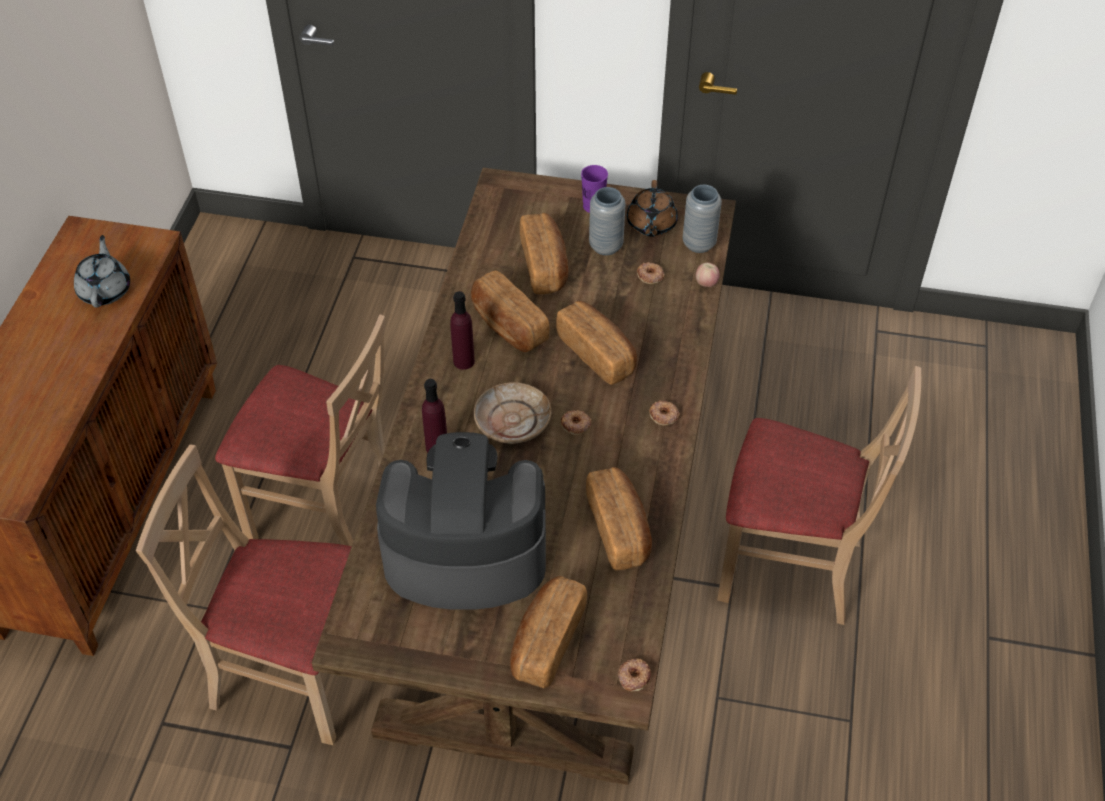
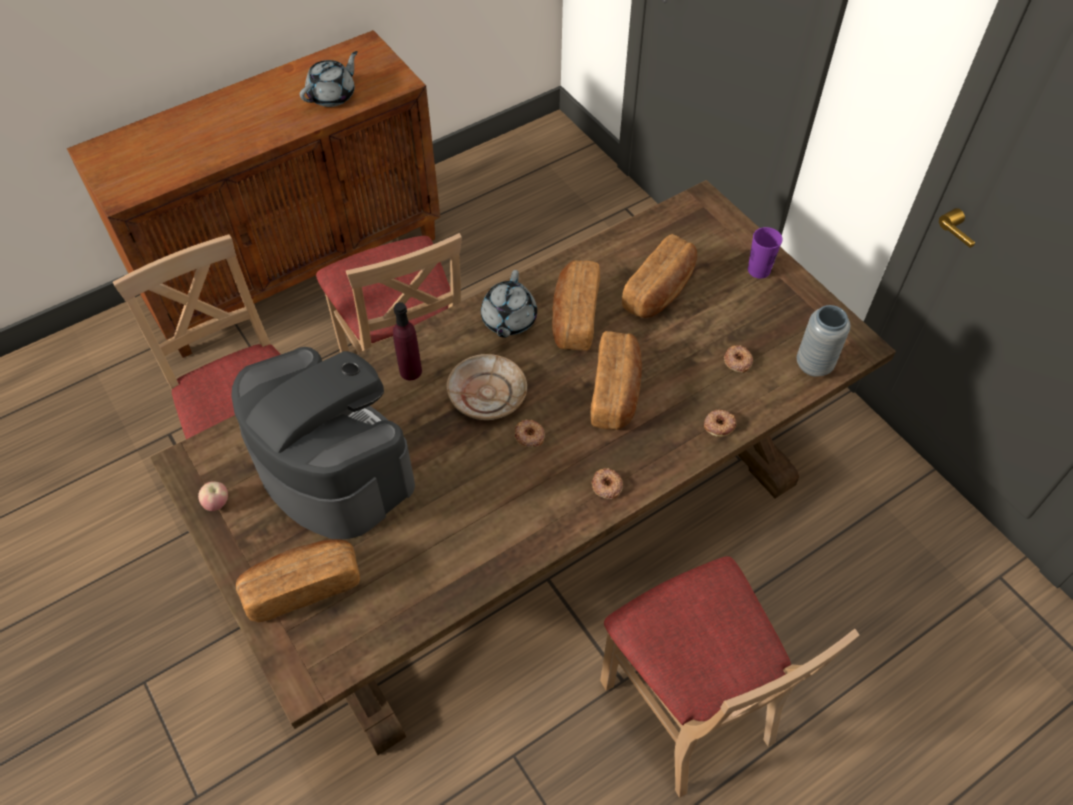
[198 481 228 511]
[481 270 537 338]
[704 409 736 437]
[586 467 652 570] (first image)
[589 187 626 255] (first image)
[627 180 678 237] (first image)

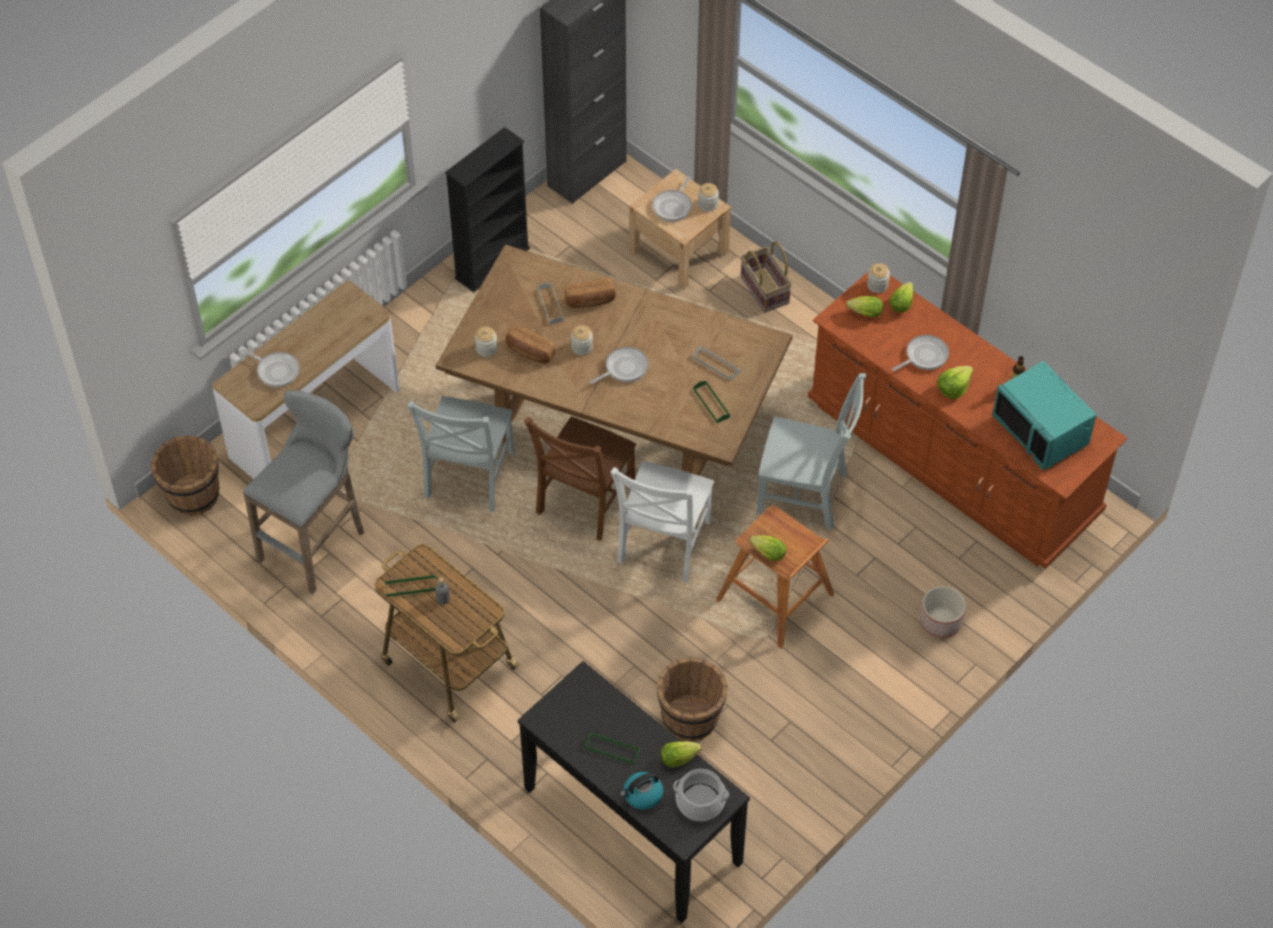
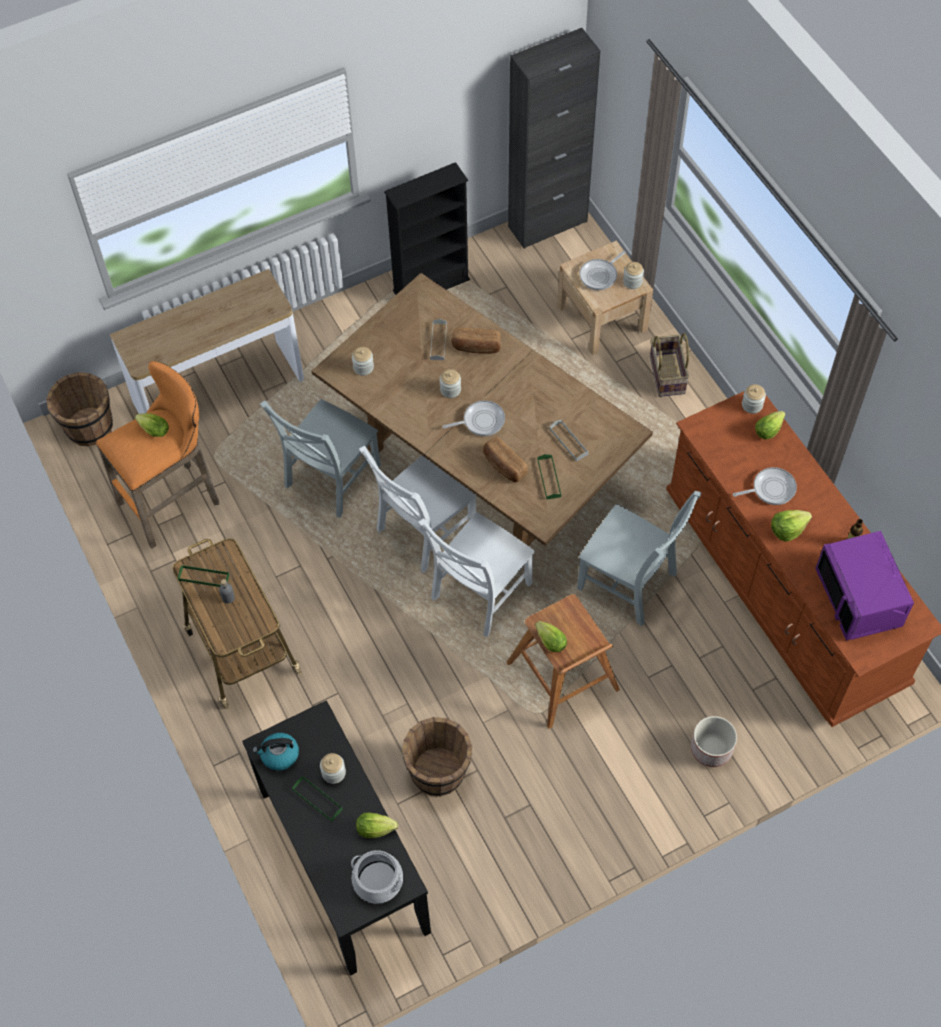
[96 361 219 549]
[135 413 169 437]
[252 733 299 771]
[320 753 346 784]
[359 446 477 573]
[483 437 528 482]
[815 531 914 641]
[242 349 299 387] (first image)

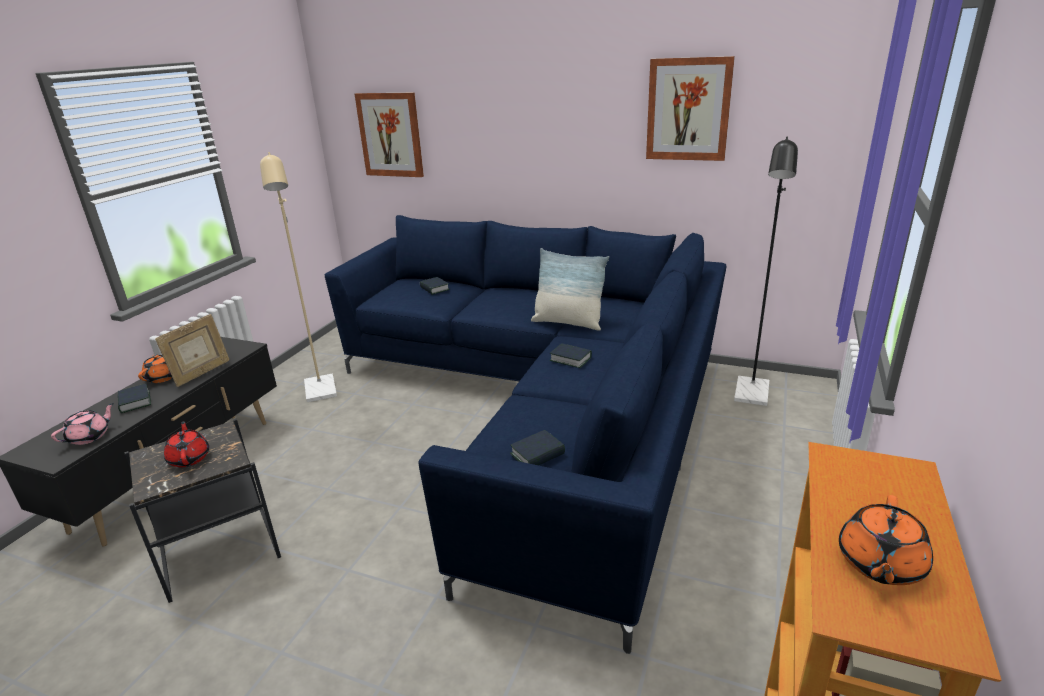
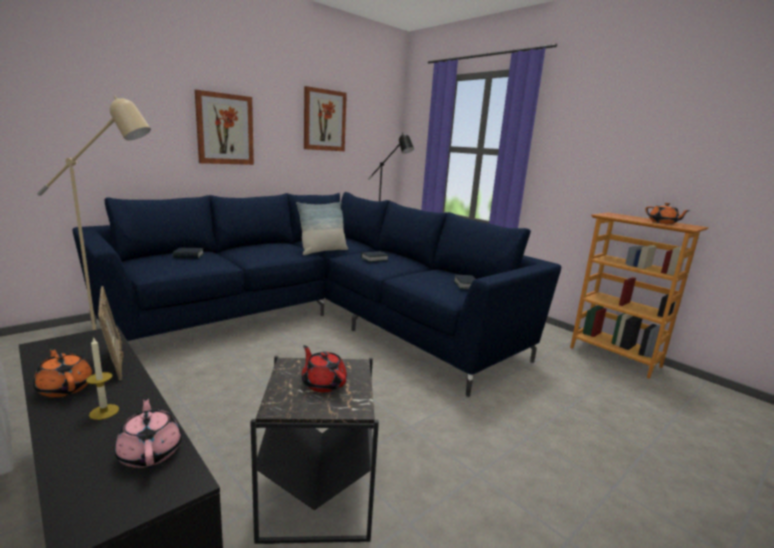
[86 337 119 420]
[195 90 254 165]
[301 345 347 392]

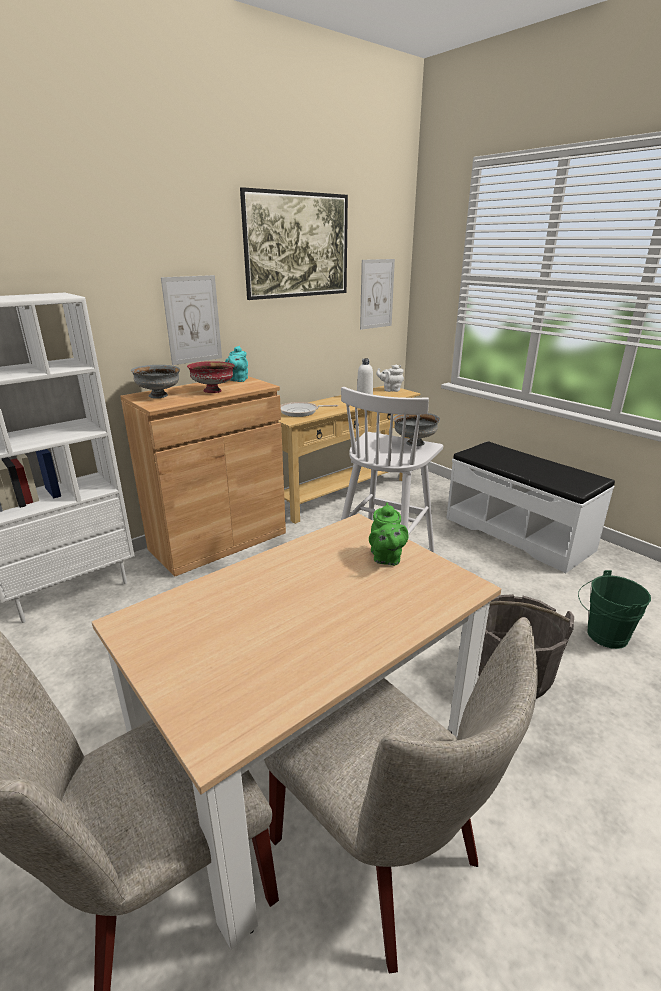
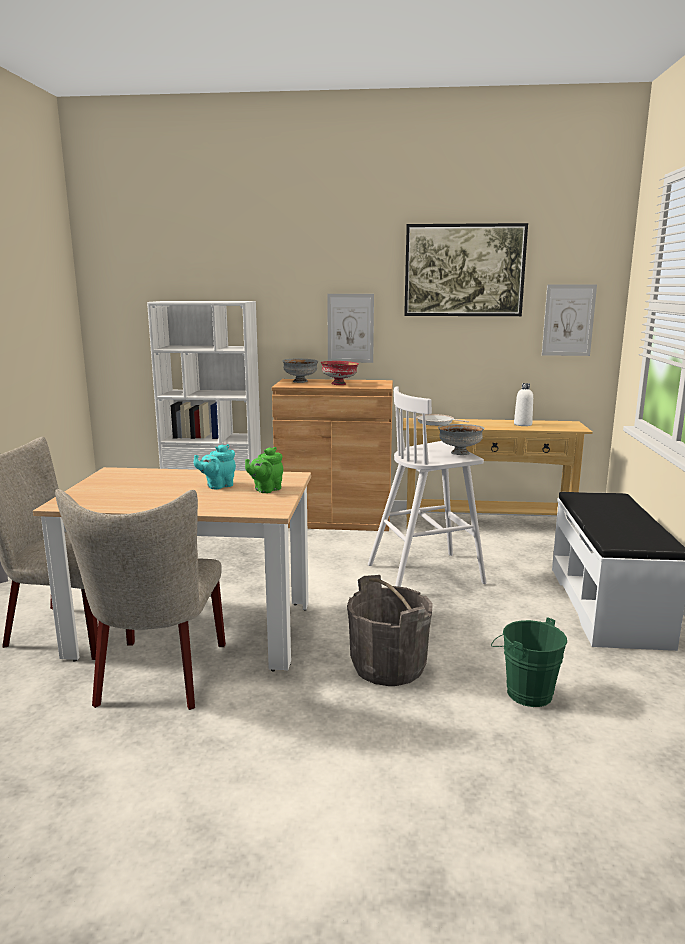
[194 444 236 489]
[376 365 404 392] (first image)

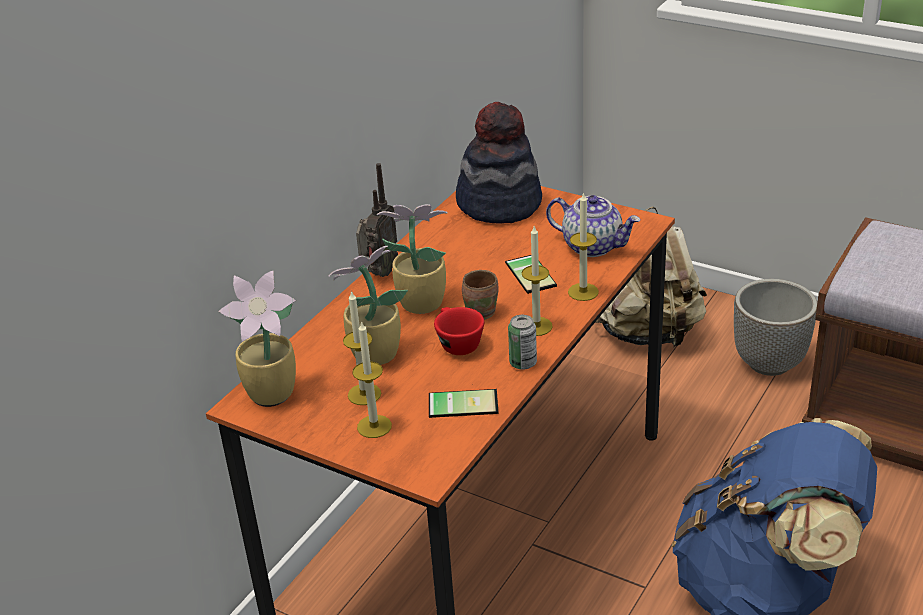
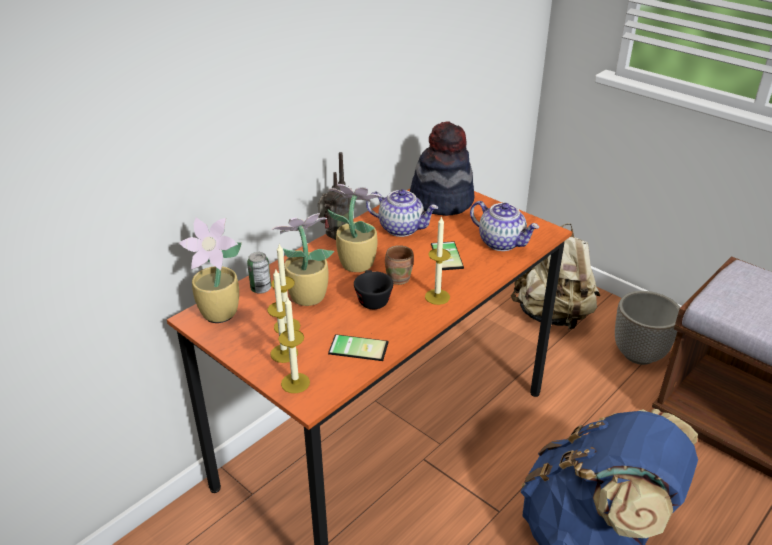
[247 252 271 294]
[278 296 310 393]
[354 270 393 309]
[366 189 438 237]

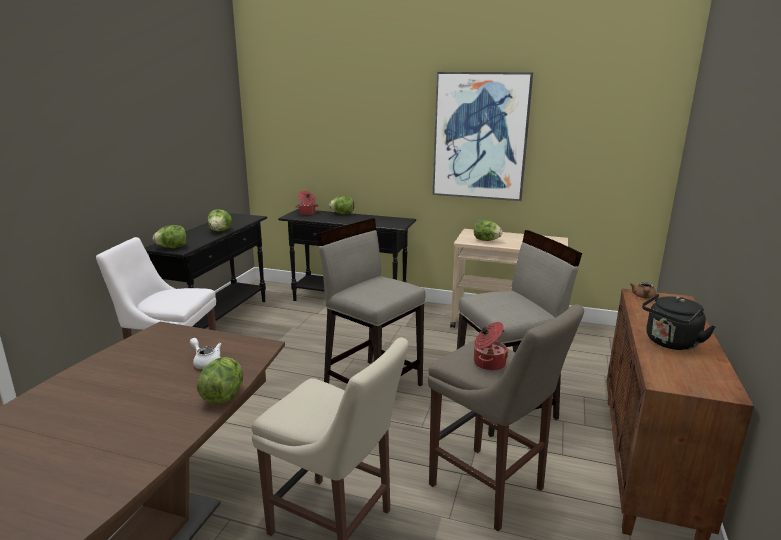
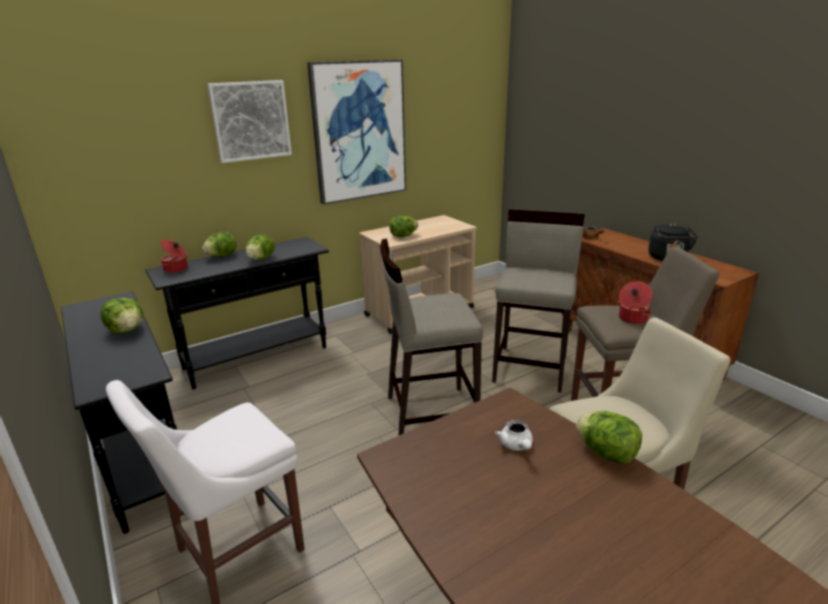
[207 80 292 163]
[246 234 275 260]
[495 420 533 451]

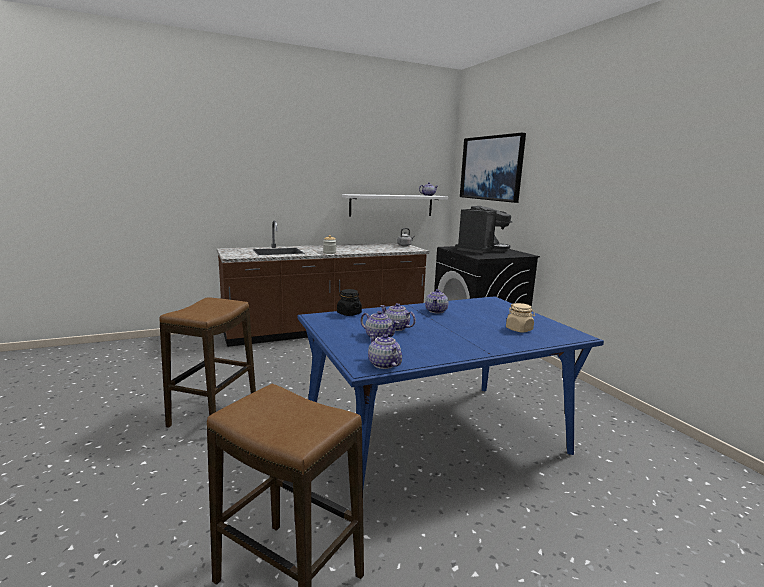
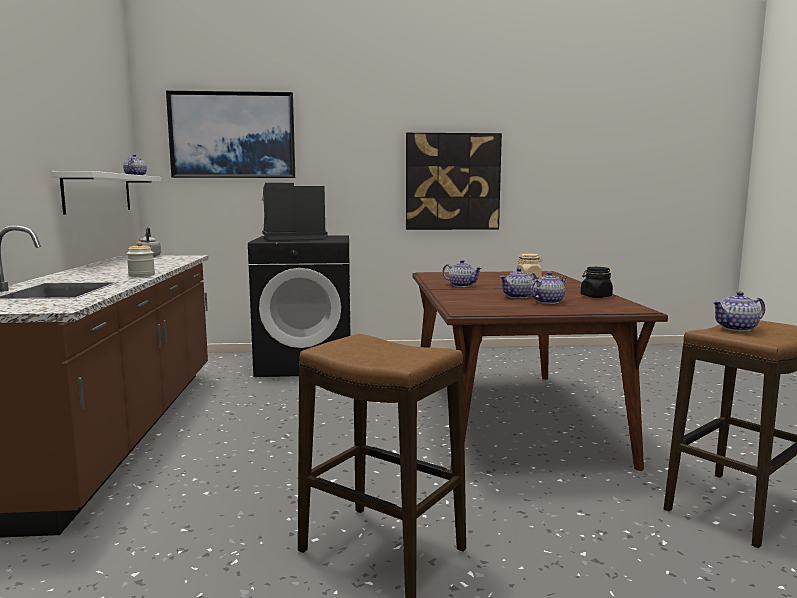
[262 183 328 240]
[406 133 502 230]
[412 271 668 471]
[581 267 613 298]
[712 291 765 331]

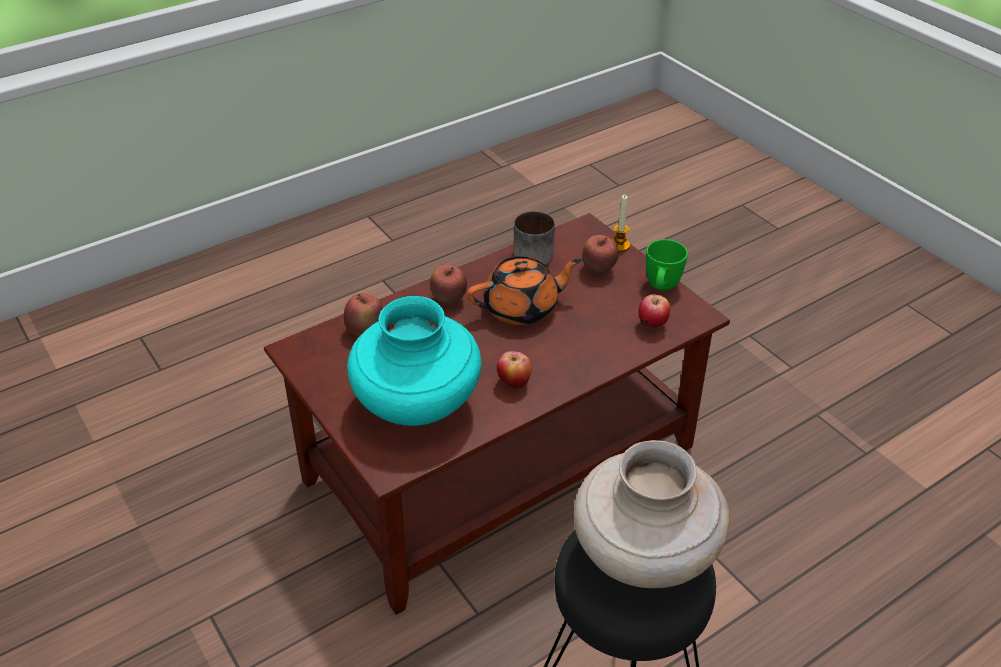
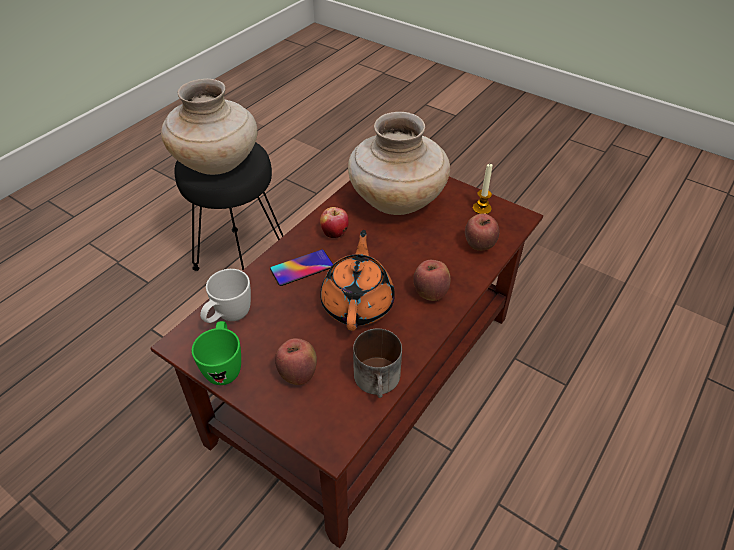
[200 269 251 323]
[270 250 333 286]
[320 230 395 331]
[348 112 450 215]
[473 164 493 214]

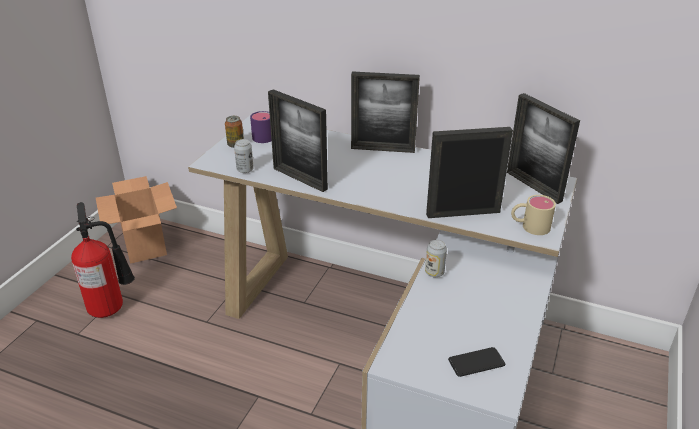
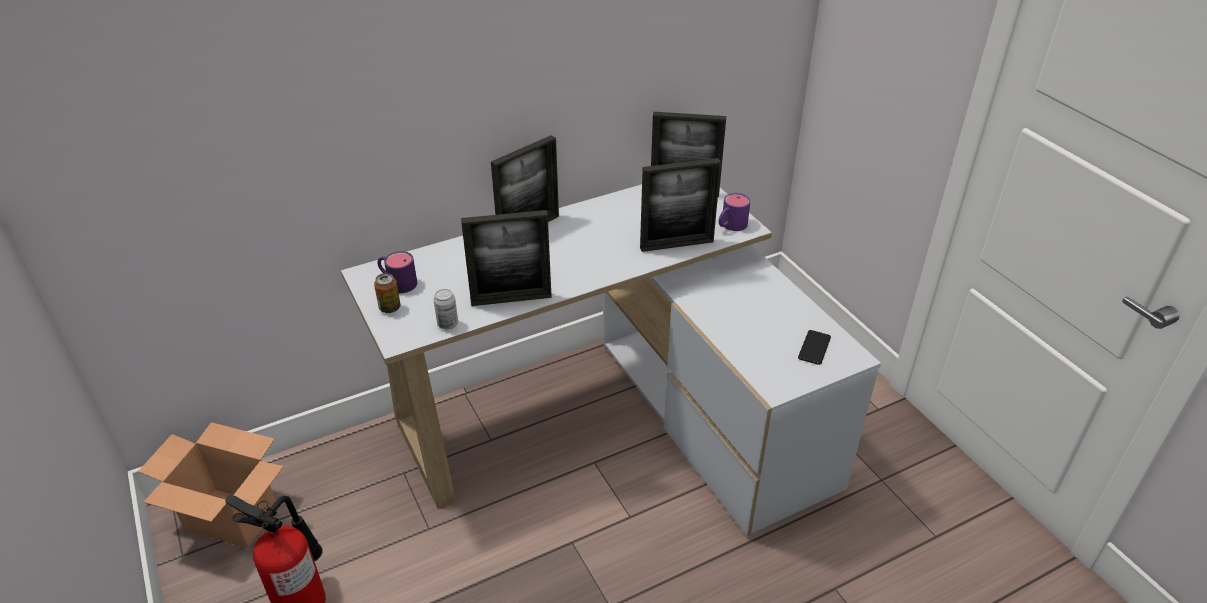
[640 158 721 252]
[719 193 751 231]
[425 240 447 277] (first image)

